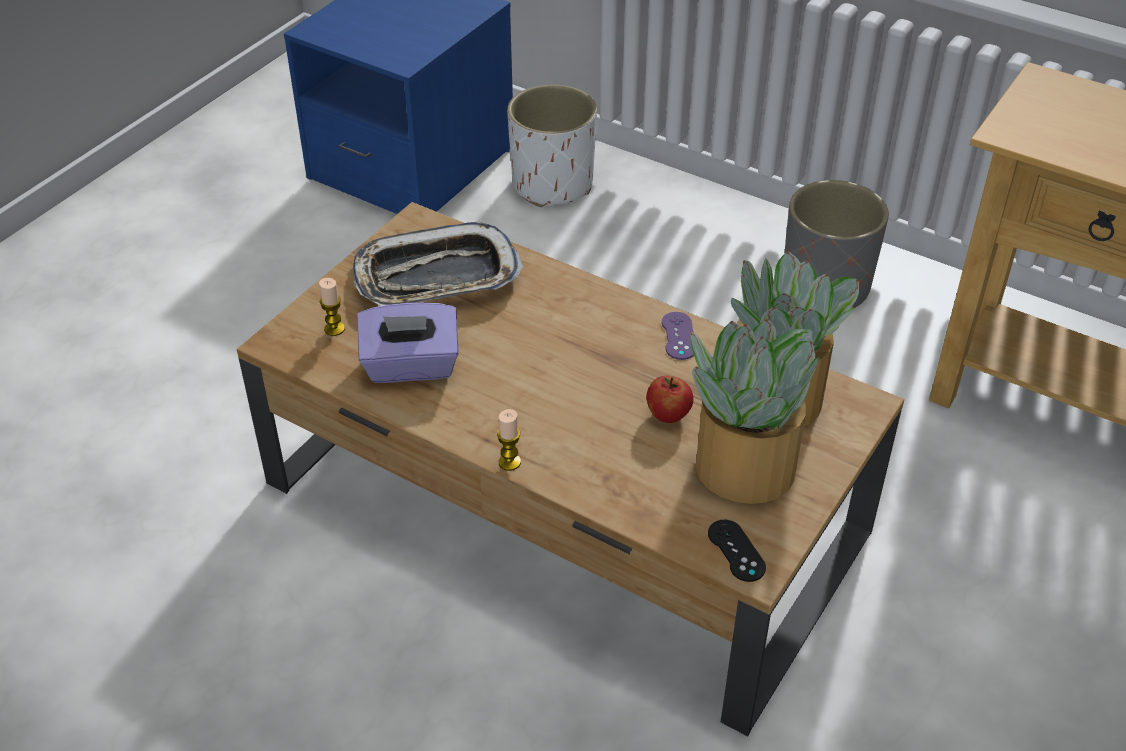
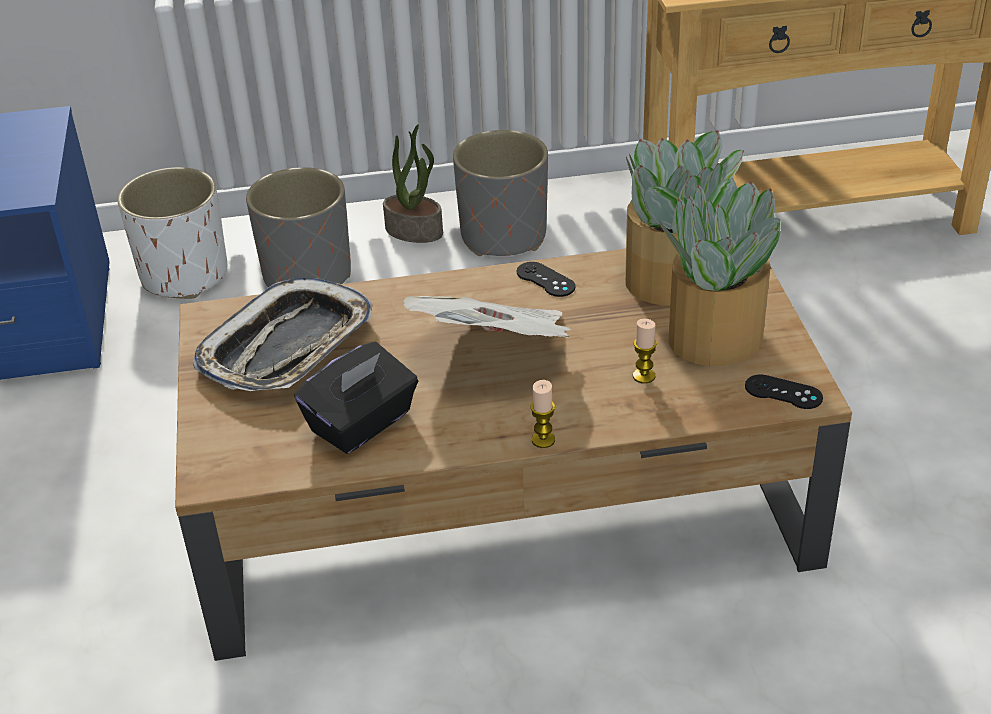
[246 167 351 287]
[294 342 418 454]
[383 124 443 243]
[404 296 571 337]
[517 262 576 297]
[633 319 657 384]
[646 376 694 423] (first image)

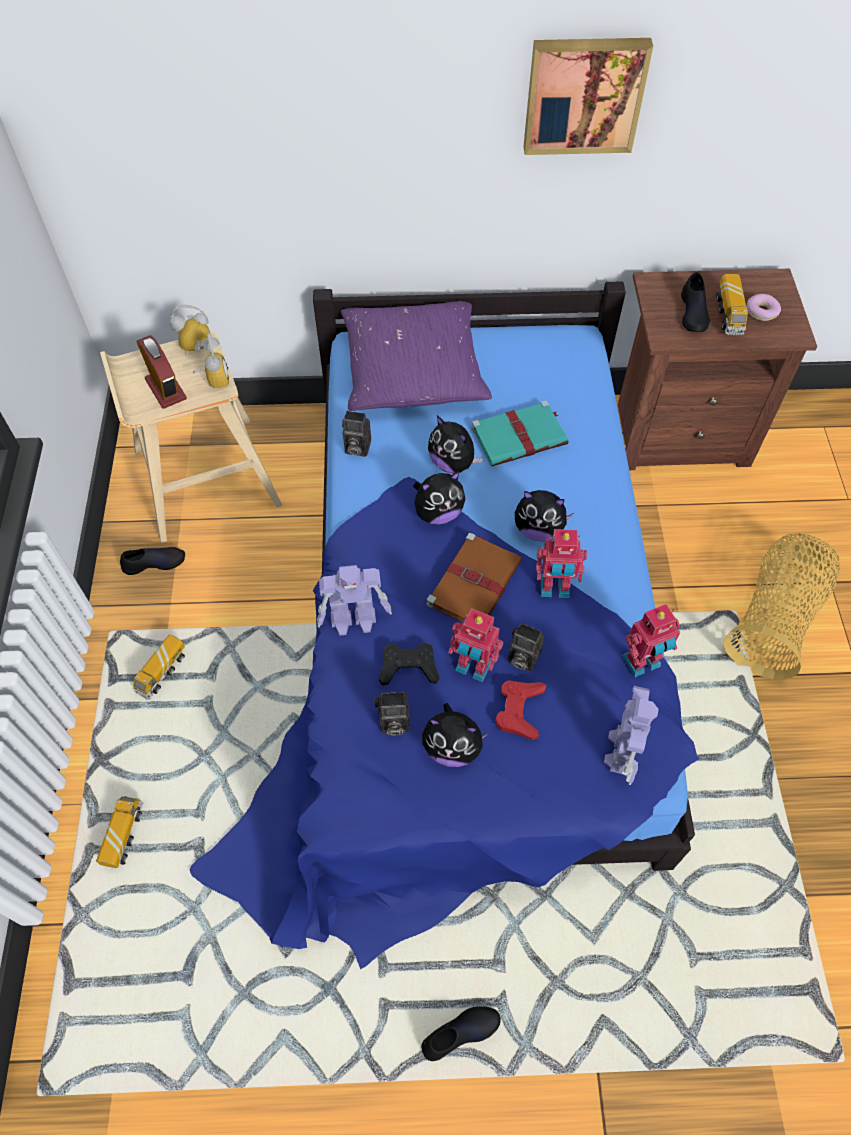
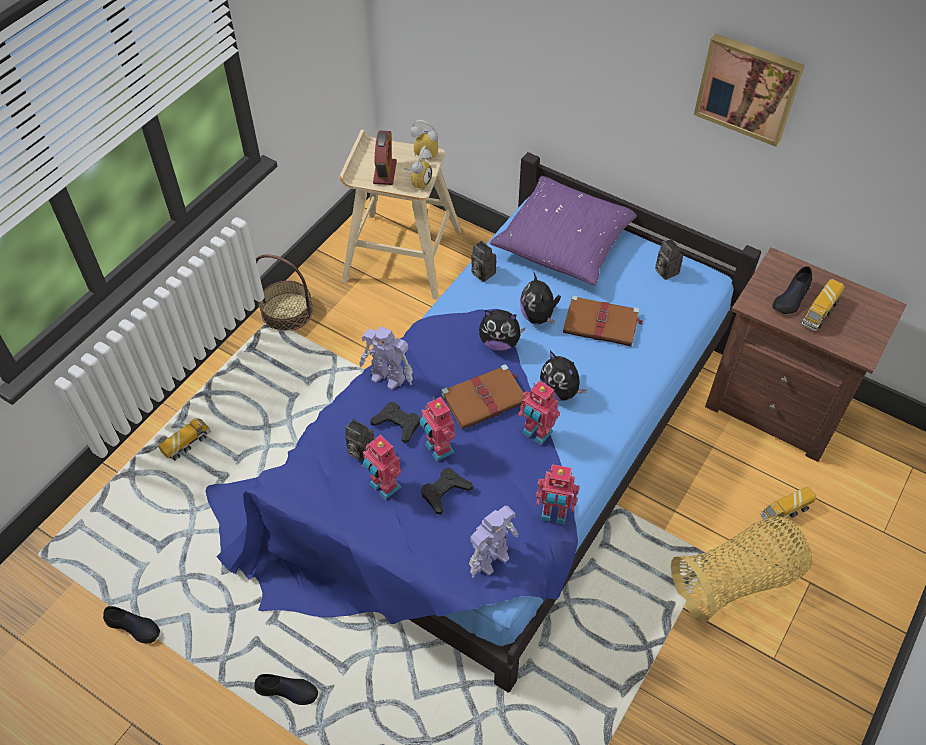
[103 606 160 643]
[256 254 313 331]
[362 435 402 500]
[421 468 473 515]
[563 295 643 346]
[655 239 683 280]
[760 487 816 526]
[746 294 781 321] (first image)

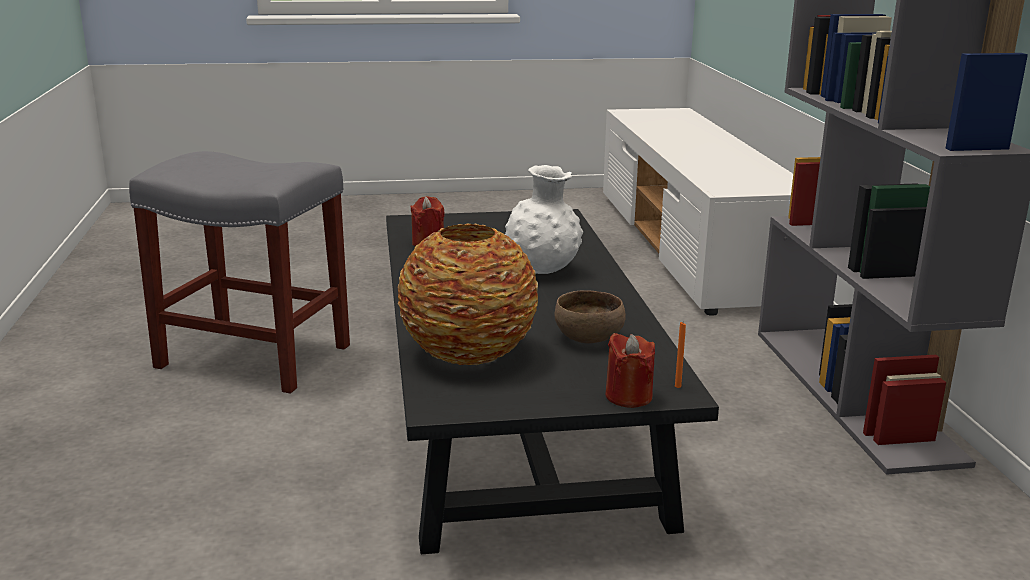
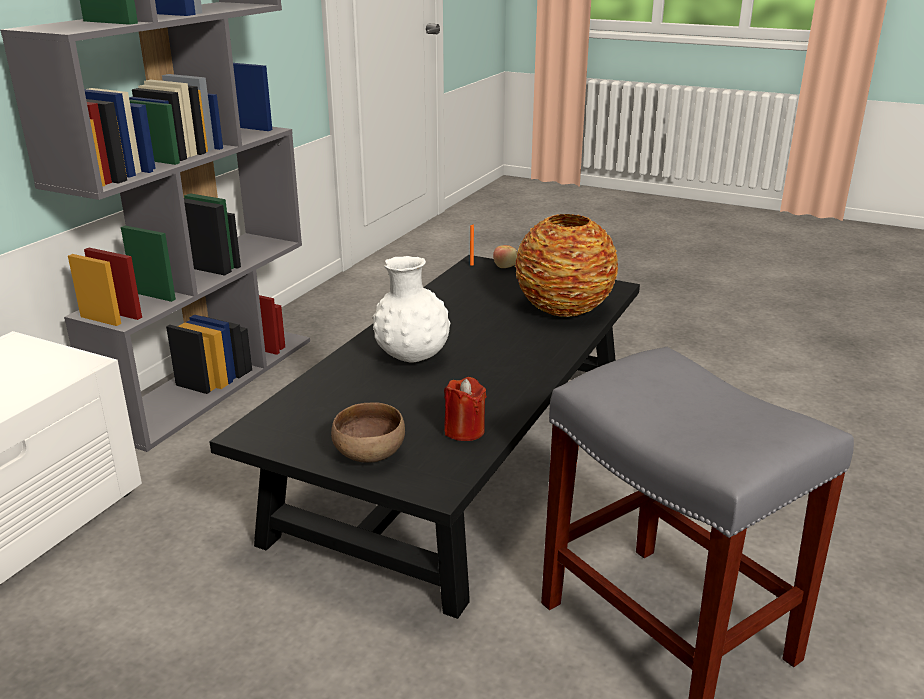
[331 403 405 463]
[493 245 517 268]

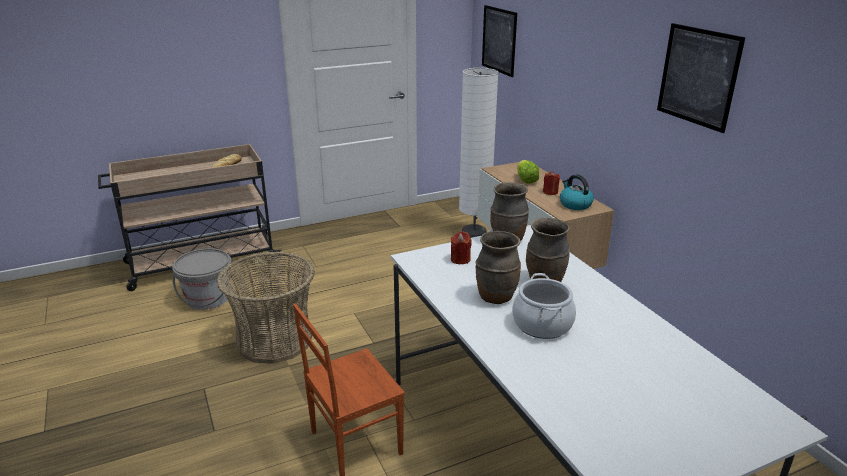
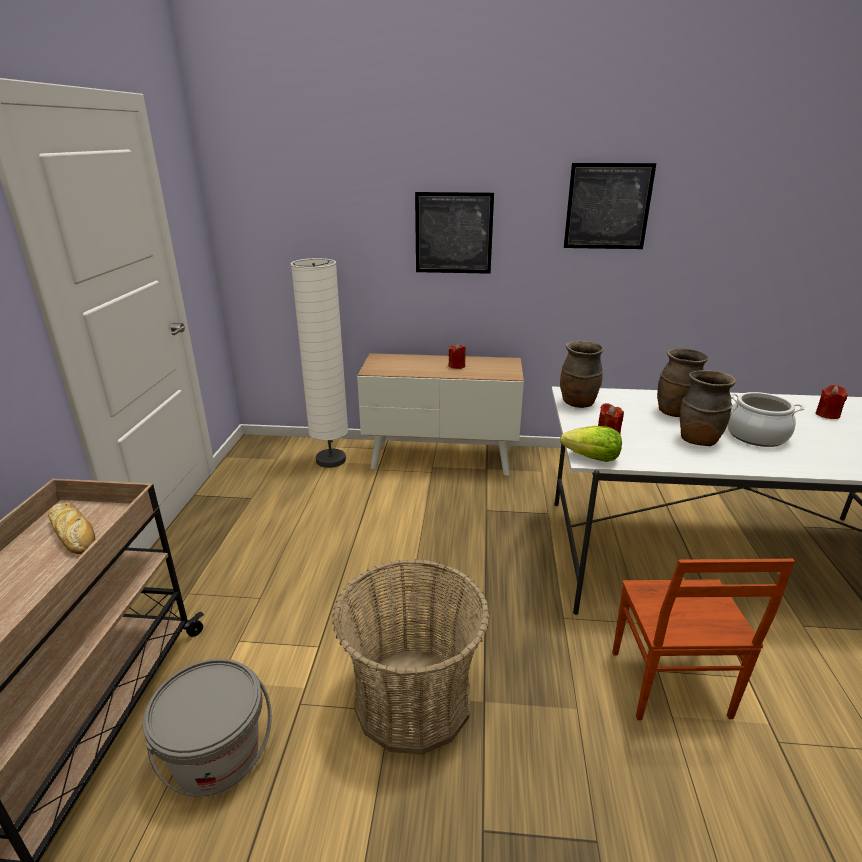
[415 192 494 274]
[560 426 622 462]
[816 385 848 419]
[560 174 594 210] (first image)

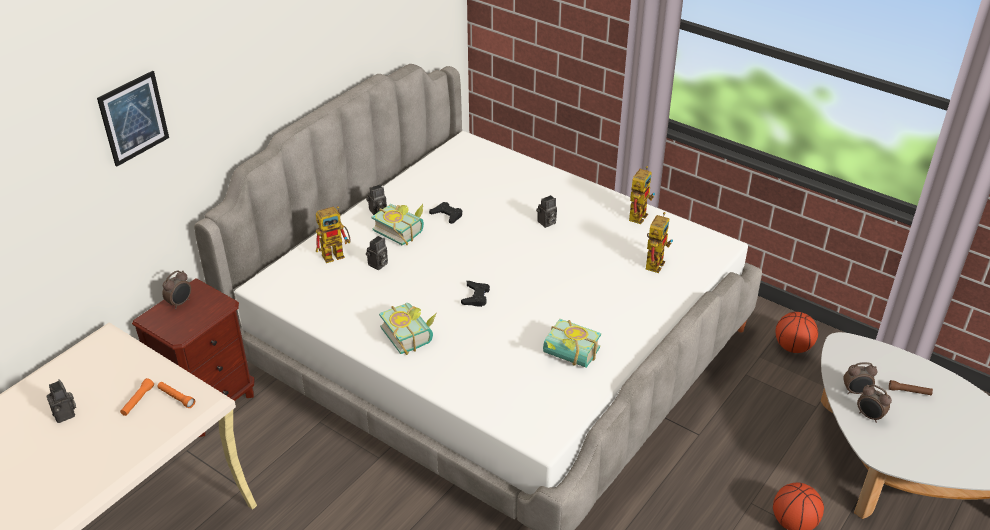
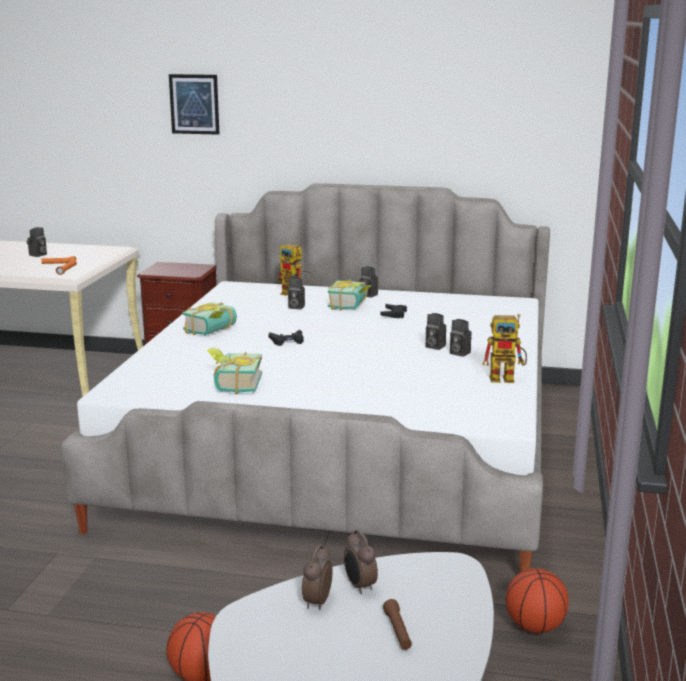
[450 319 471 357]
[162 270 191 309] (first image)
[646 212 673 273] (first image)

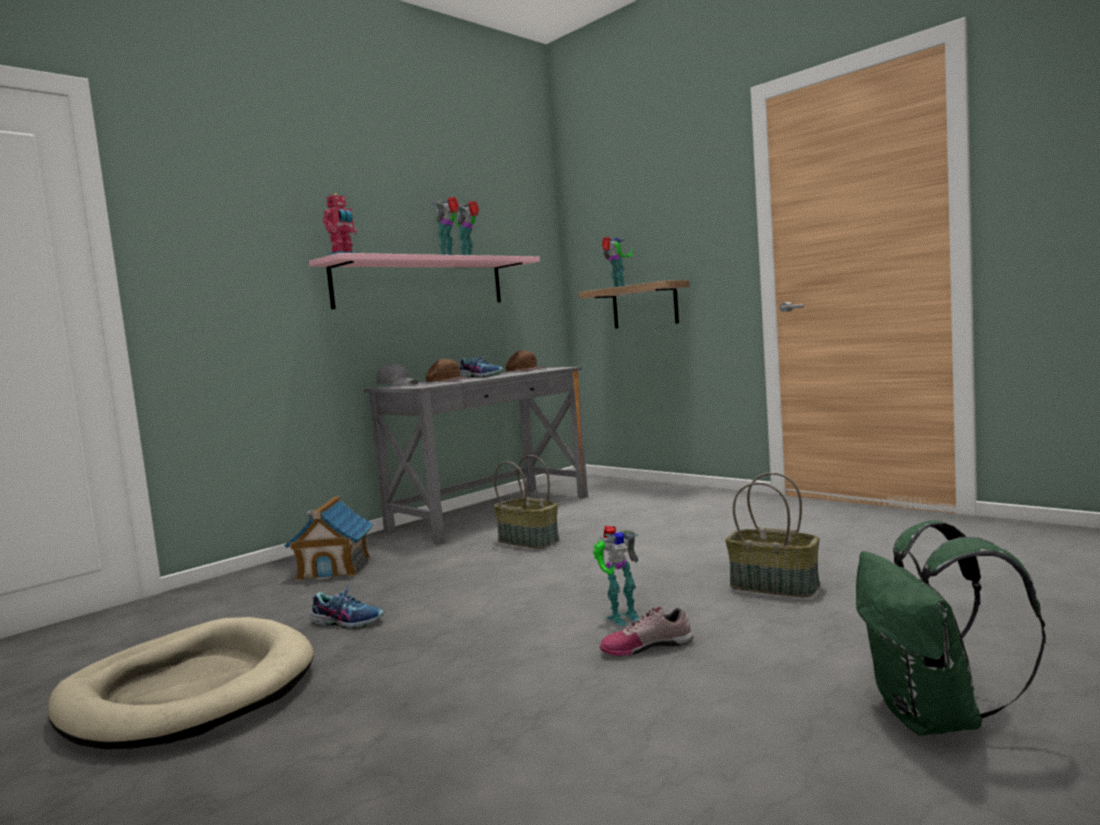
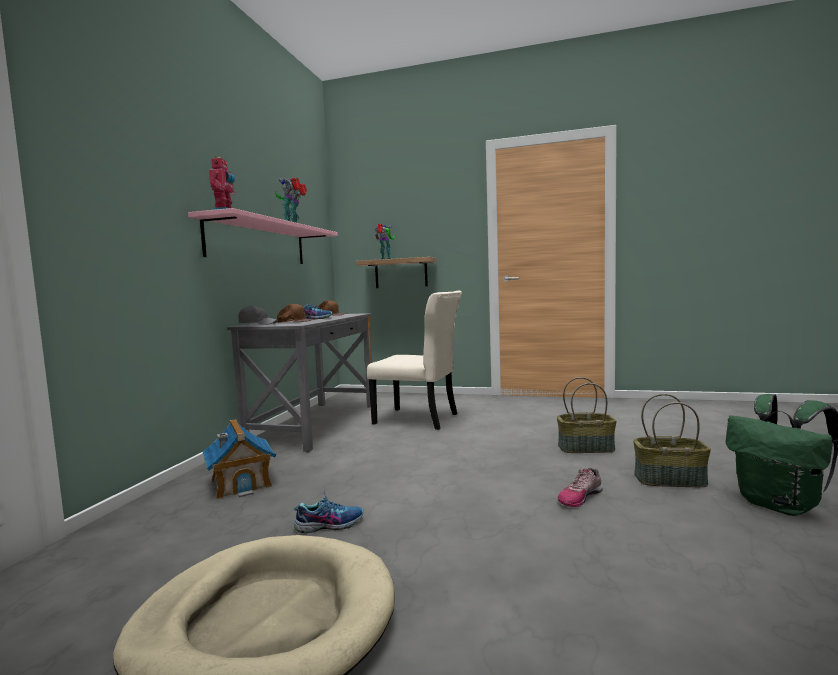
[367 291 462 430]
[633 394 711 487]
[593 525 641 626] (first image)

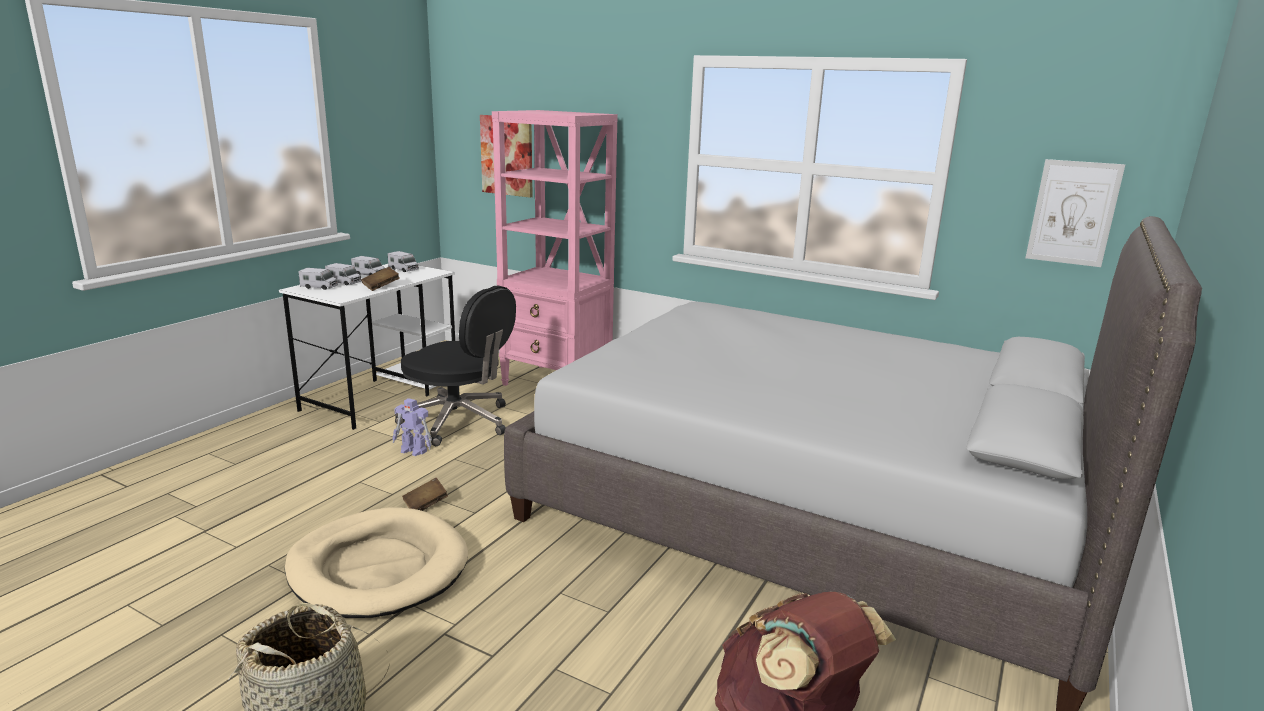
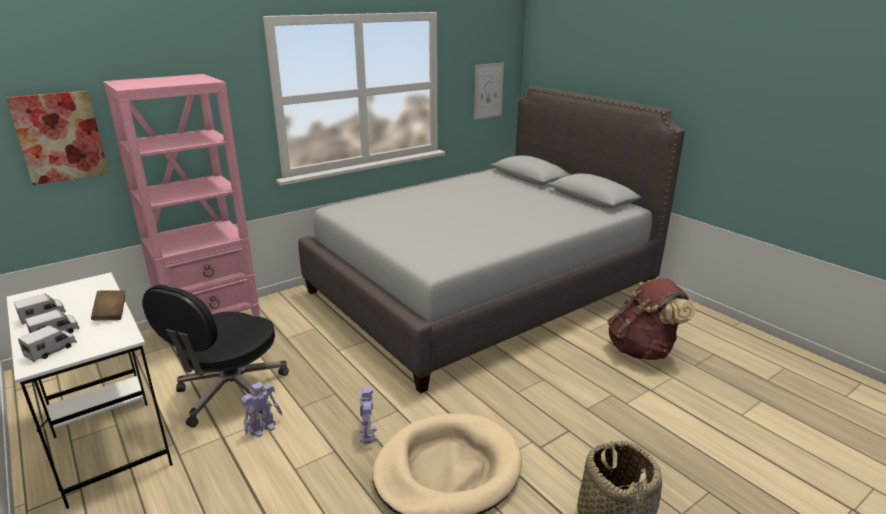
[142 285 289 428]
[360 387 377 444]
[388 251 419 272] (first image)

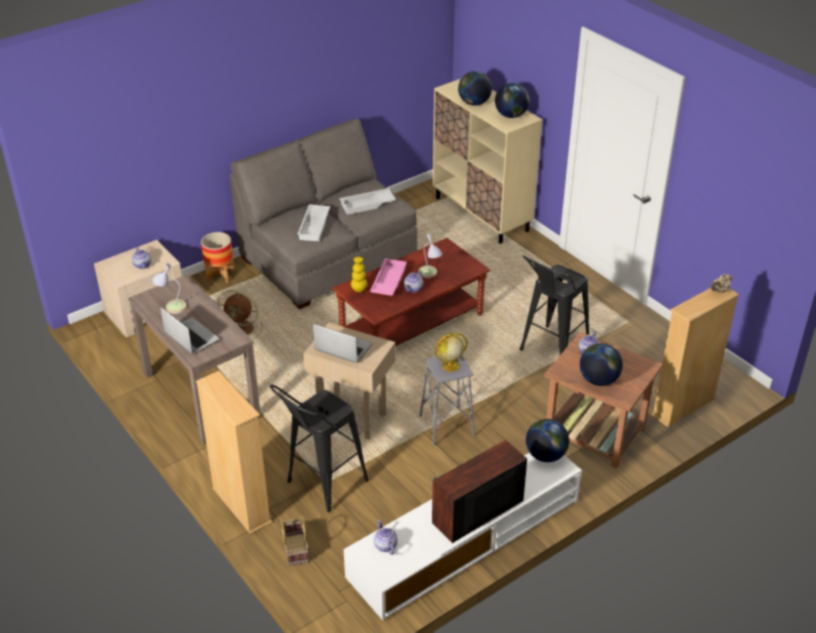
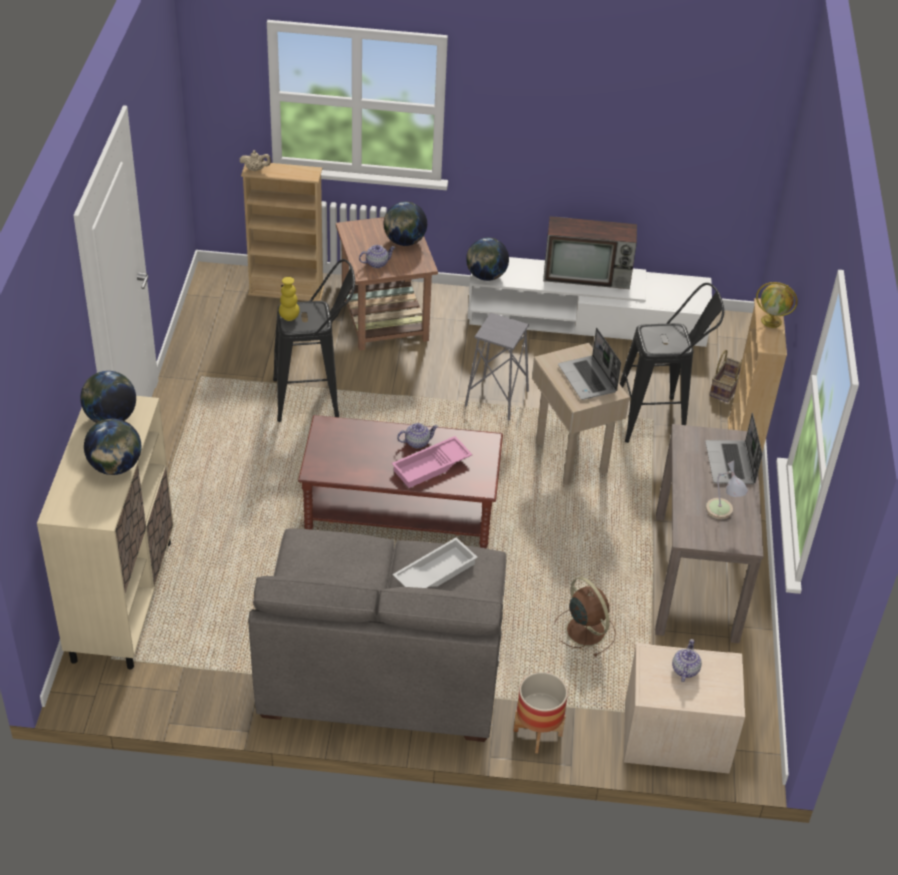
[279 277 300 321]
[756 282 798 328]
[339 188 396 215] (first image)
[374 520 398 555] (first image)
[419 233 442 278] (first image)

